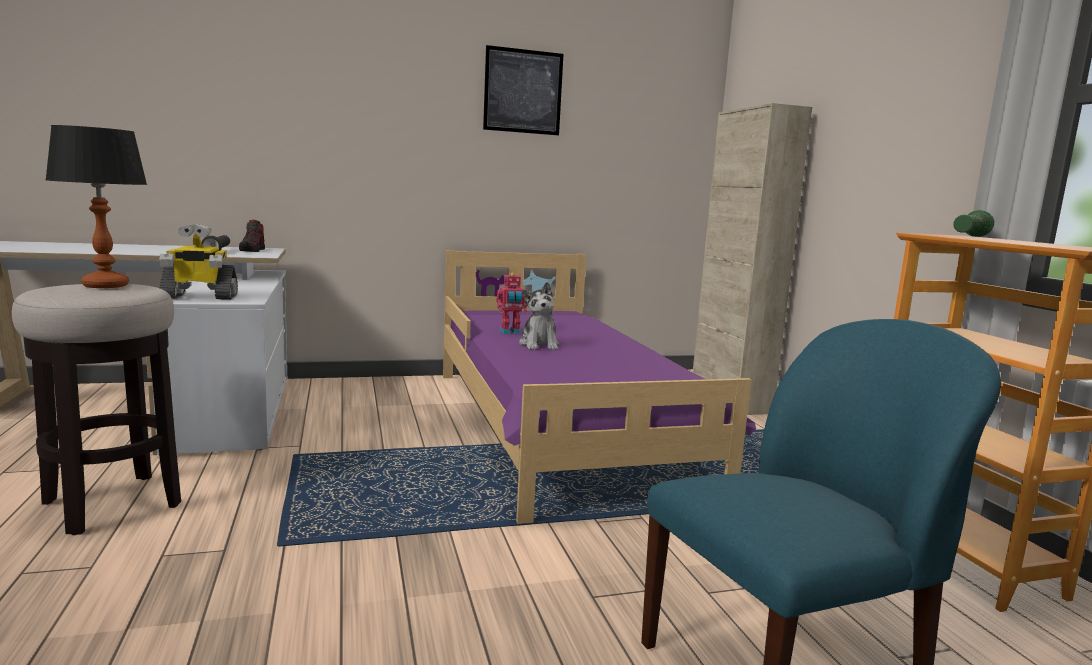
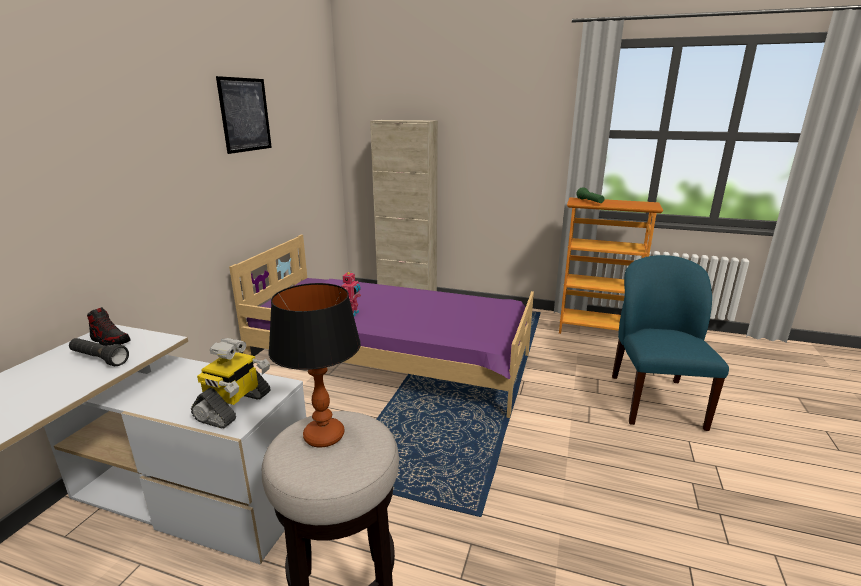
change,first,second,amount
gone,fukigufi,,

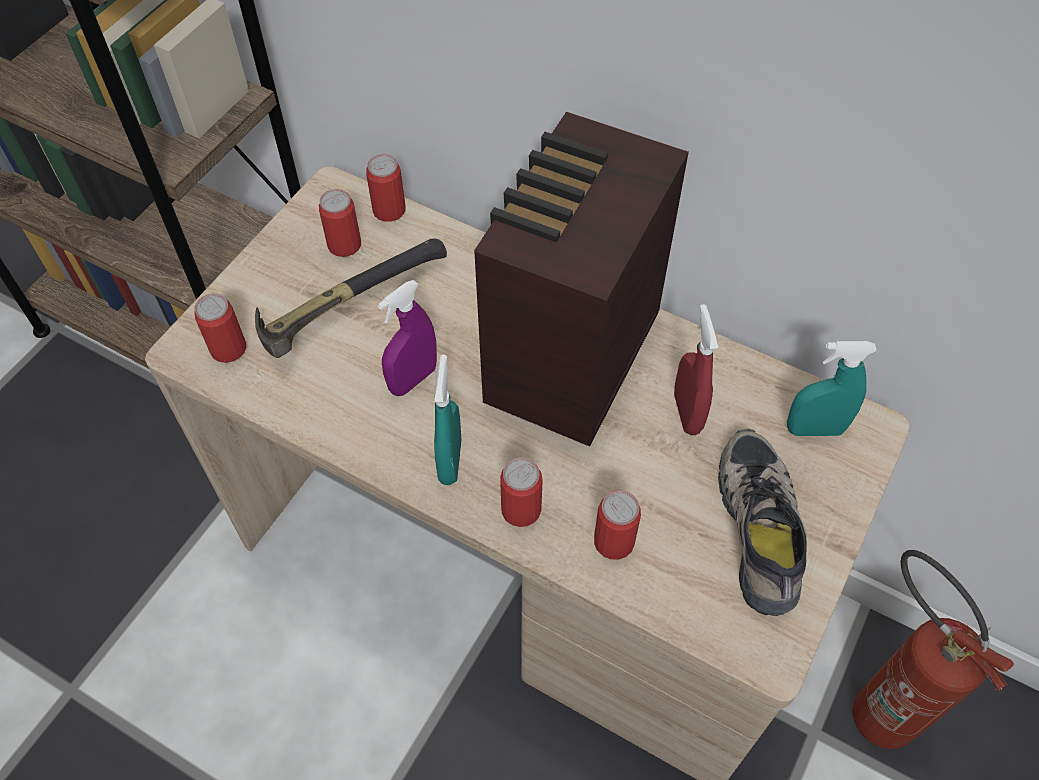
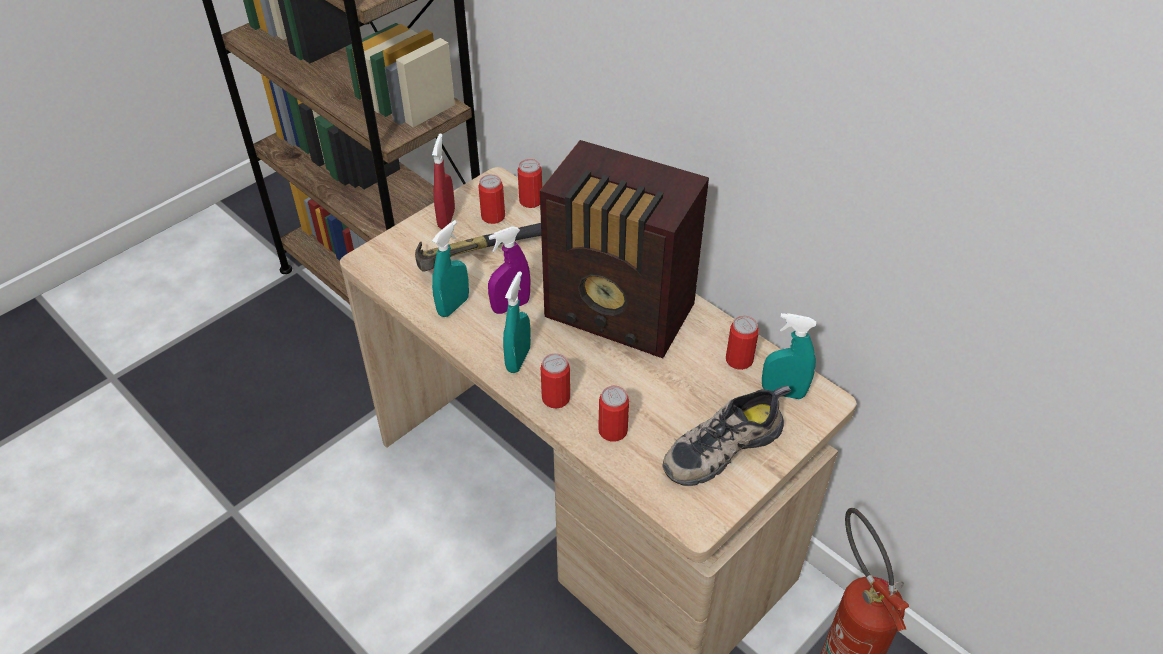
change,first,second,amount
shifted,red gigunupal,,
new,,turquoise gigunupal (no. 1 from left),
rotated,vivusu,,105 degrees counterclockwise
rotated,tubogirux,,135 degrees counterclockwise
shifted,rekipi (no. 1 from left in the first image),rekipi (no. 5 from left),

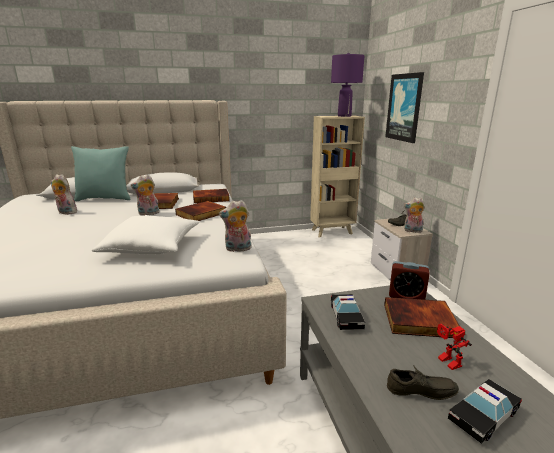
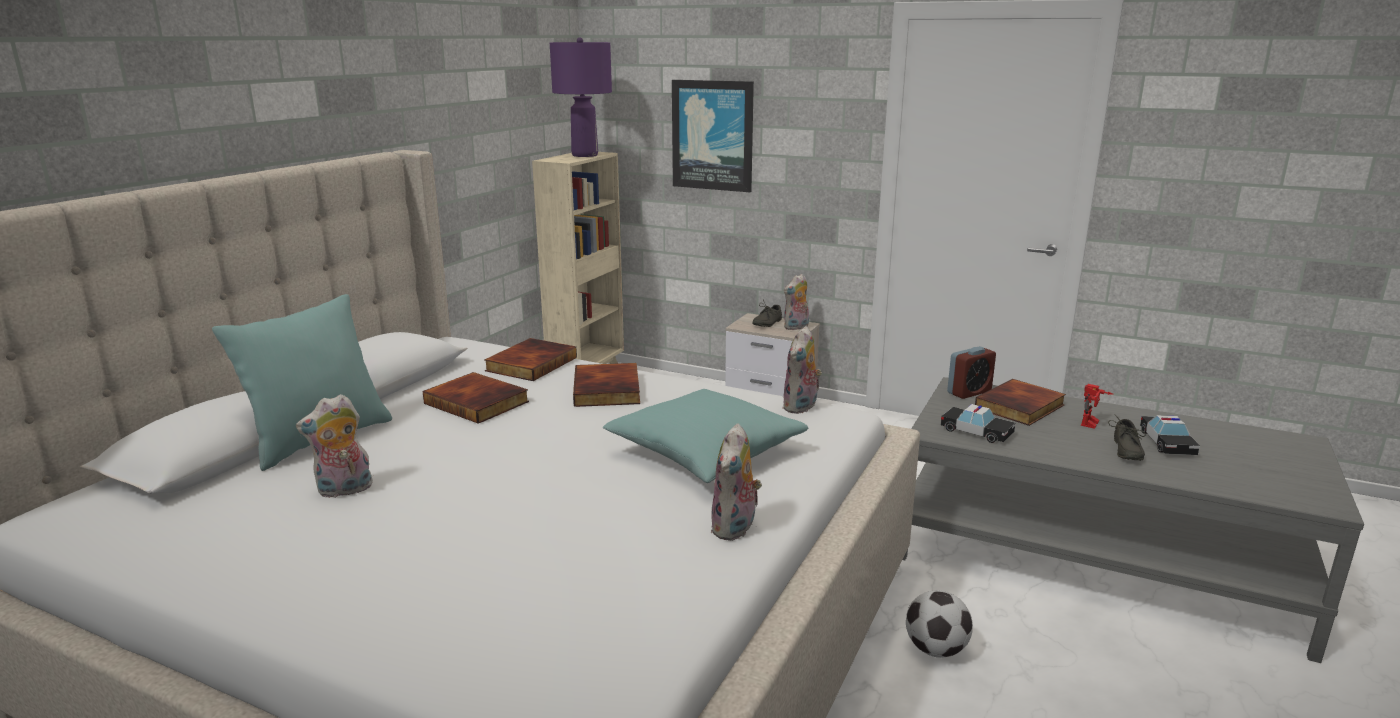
change,first,second,amount
repainted,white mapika,turquoise mapika (no. 2 from left),
shifted,fukigufi (no. 2 from left),,
new,,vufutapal,
rotated,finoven,,75 degrees counterclockwise
rotated,grey tubogirux (no. 2 from left),,150 degrees clockwise

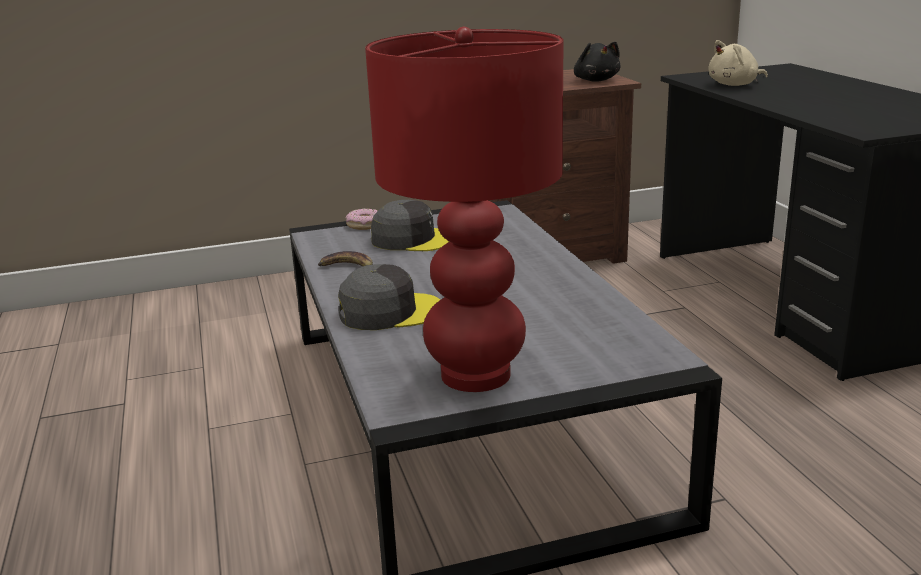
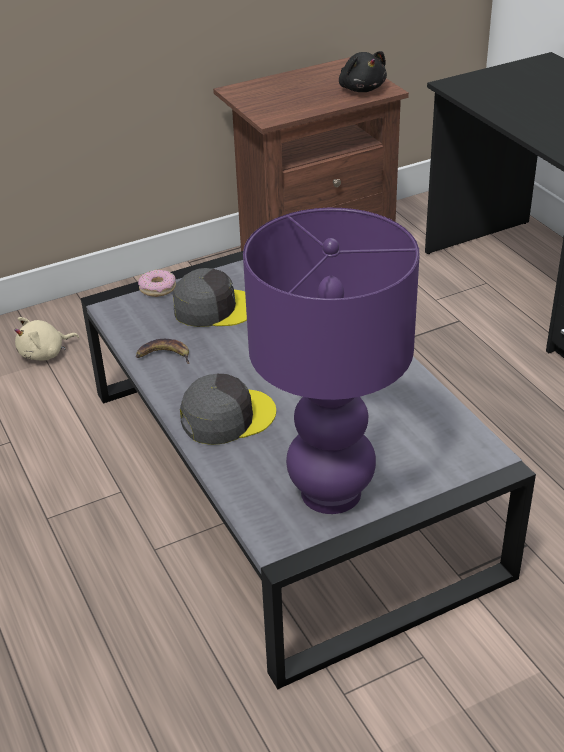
change,first,second,amount
shifted,beige fukigufi,,
repainted,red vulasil,purple vulasil,

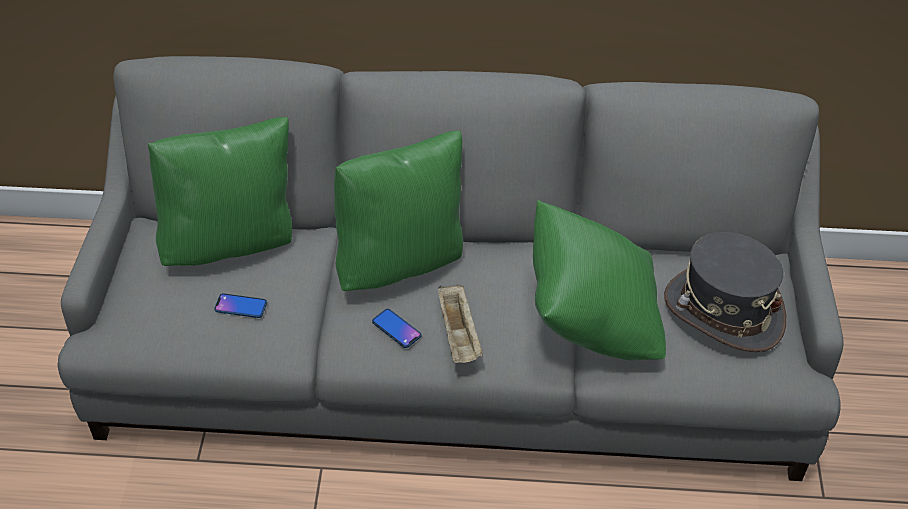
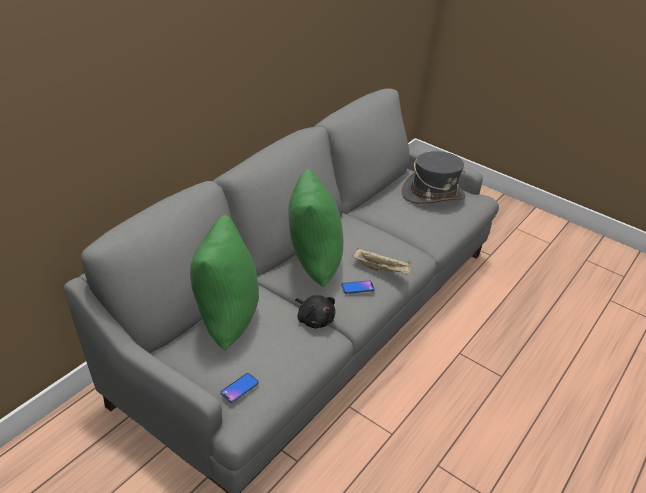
change,first,second,amount
shifted,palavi (no. 1 from left),,
new,,black fukigufi,
gone,green mapika (no. 3 from left),,

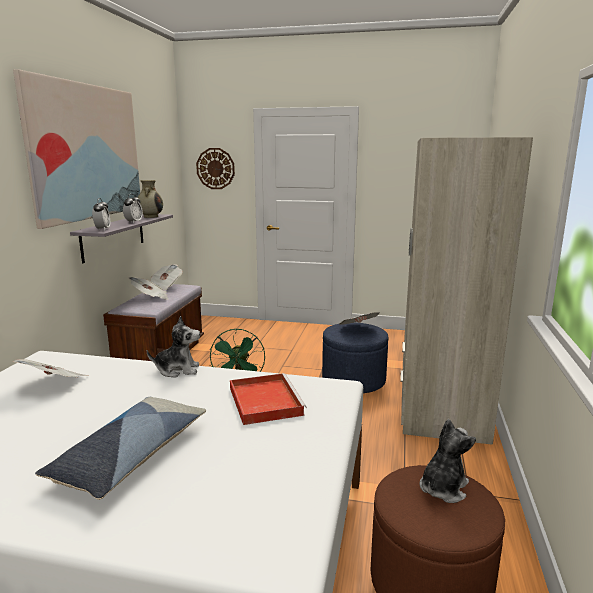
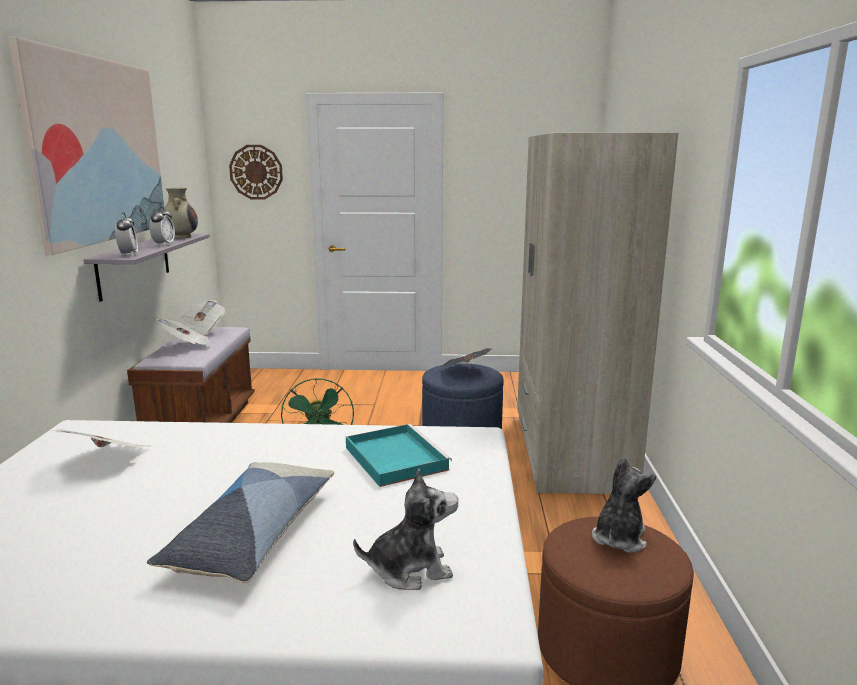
change,first,second,amount
repainted,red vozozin,turquoise vozozin,
shifted,fukigufi (no. 1 from left),,

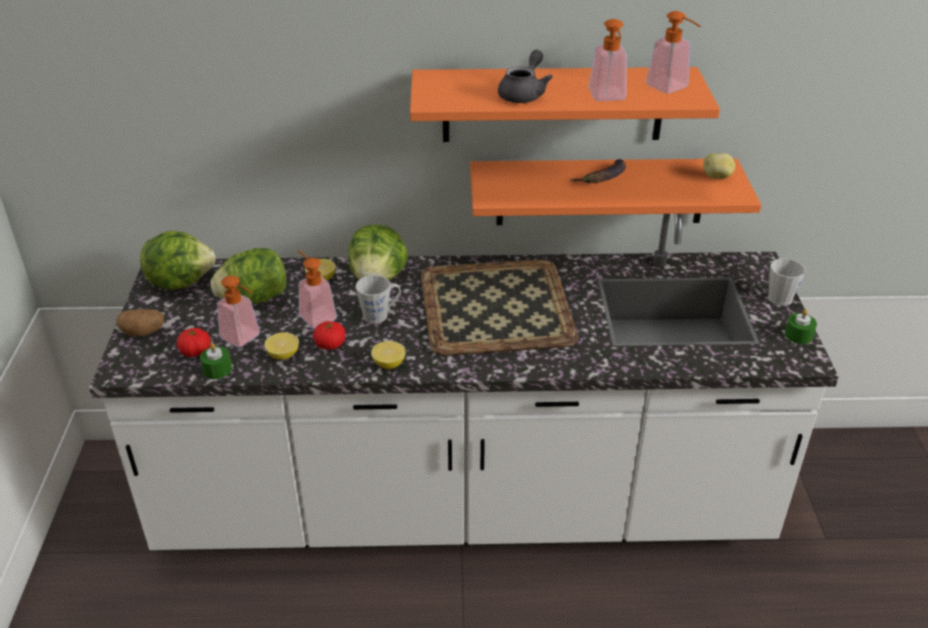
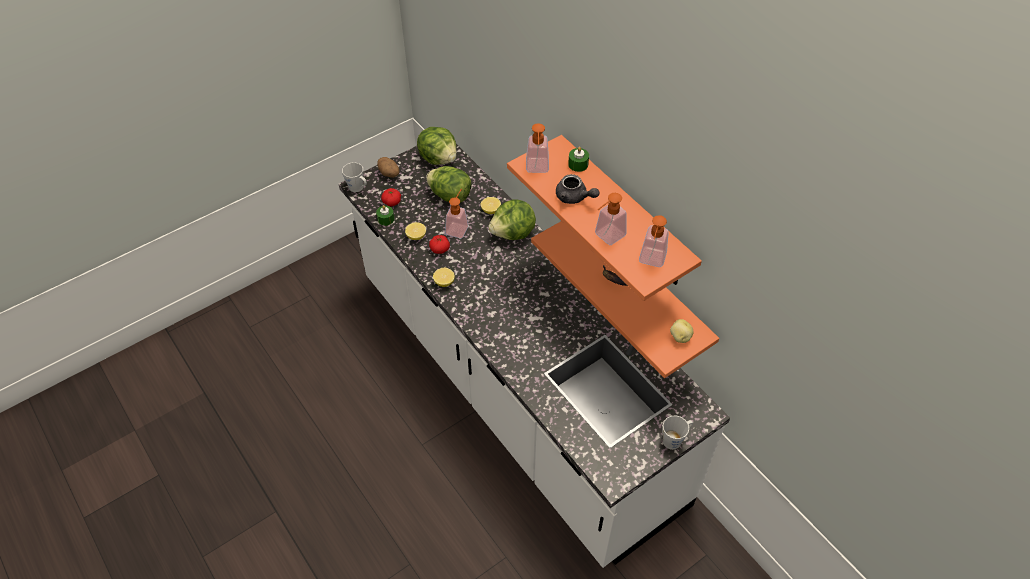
change,first,second,amount
shifted,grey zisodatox (no. 1 from left),,
shifted,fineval (no. 1 from left in the first image),fineval (no. 2 from left),
rotated,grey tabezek,,45 degrees clockwise
shifted,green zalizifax (no. 2 from left),,
gone,vozozin,,

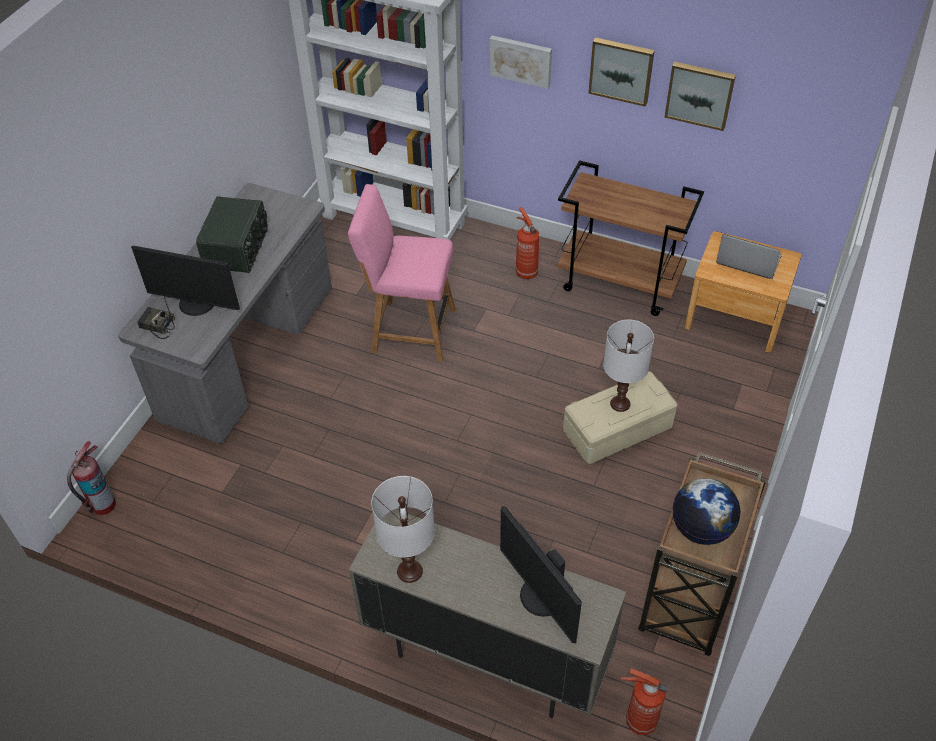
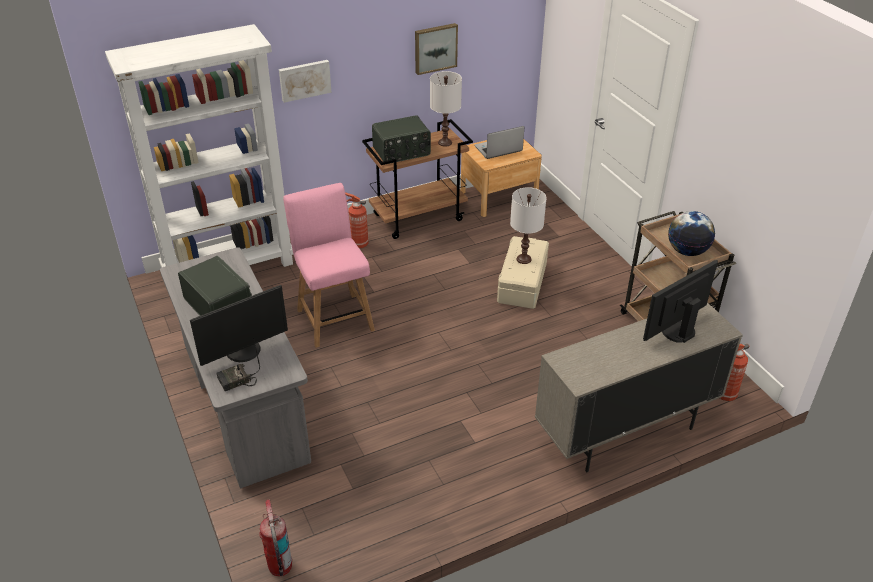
change,first,second,amount
rotated,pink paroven,,105 degrees clockwise
new,,vivusu (no. 3 from left),
shifted,white vulasil (no. 1 from left),,
rotated,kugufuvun (no. 2 from left),,135 degrees clockwise
gone,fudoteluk (no. 2 from left),,

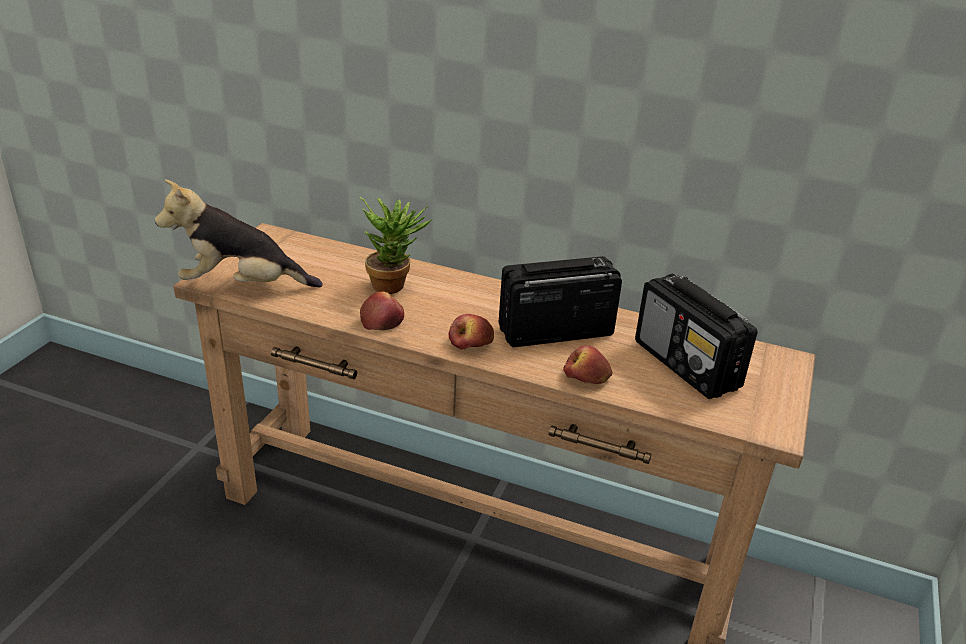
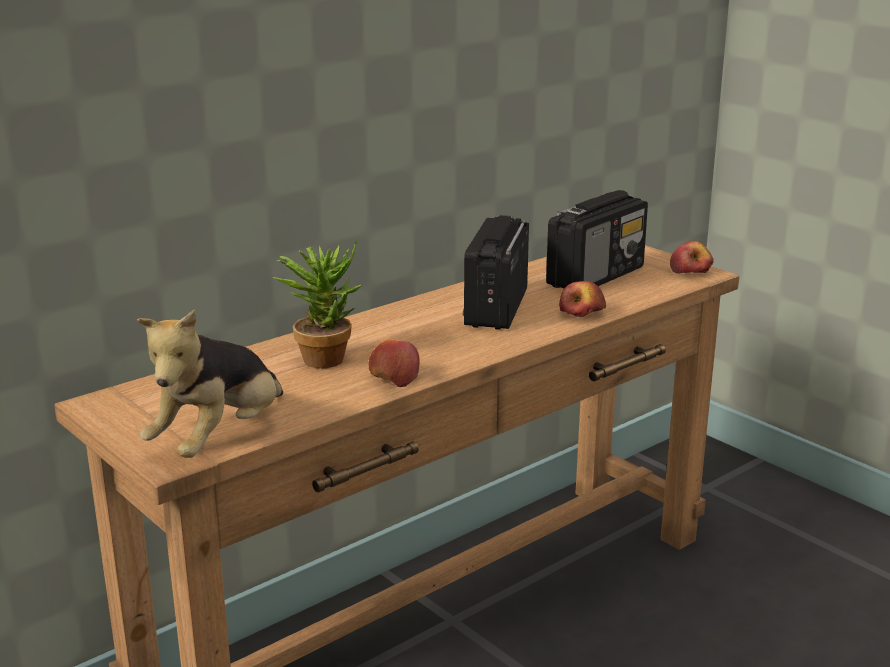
change,first,second,amount
rotated,vivusu (no. 2 from left),,45 degrees counterclockwise
shifted,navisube (no. 2 from left in the first image),navisube (no. 3 from left),

